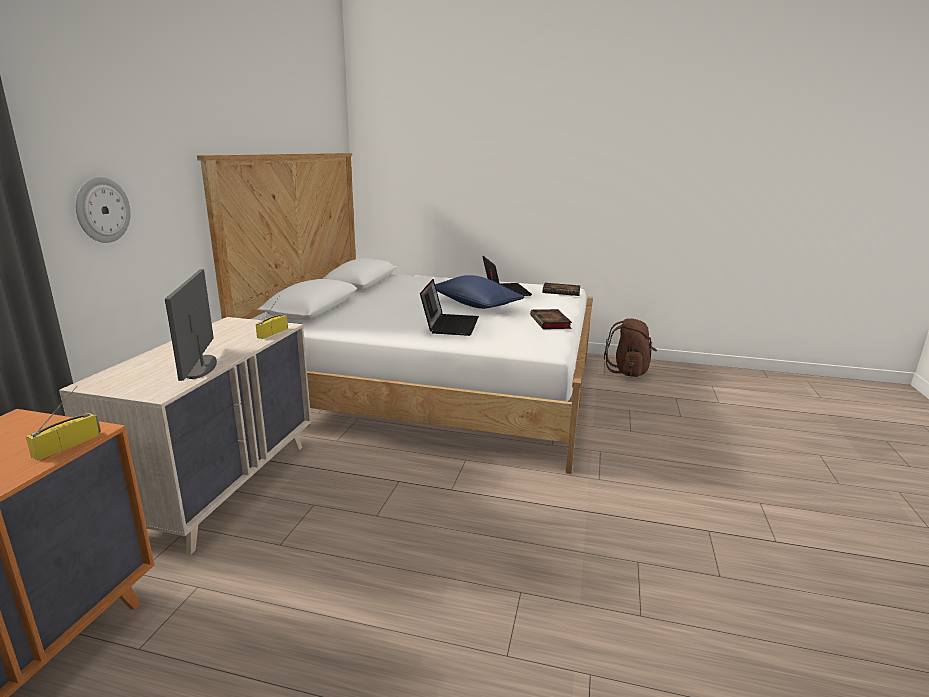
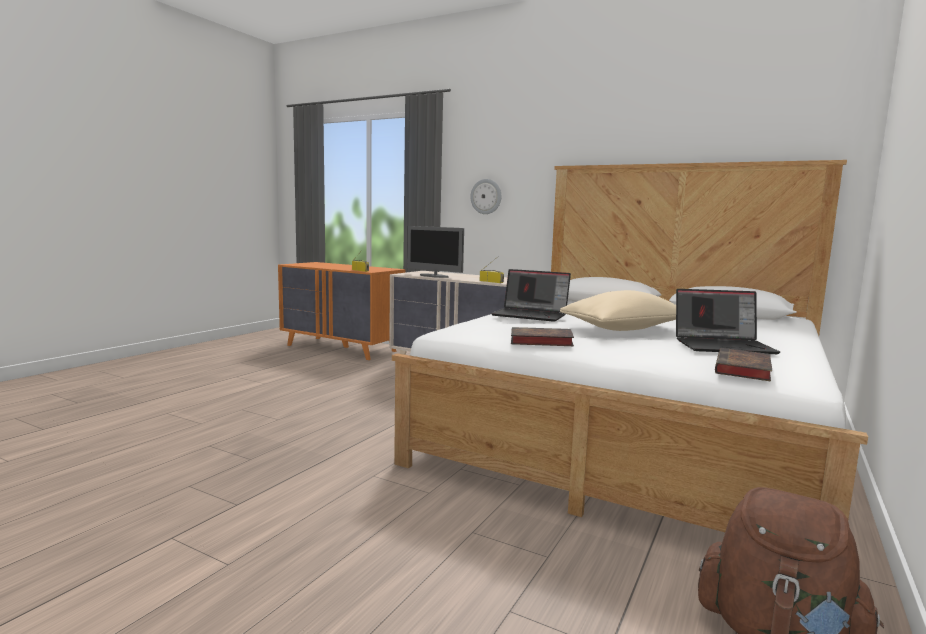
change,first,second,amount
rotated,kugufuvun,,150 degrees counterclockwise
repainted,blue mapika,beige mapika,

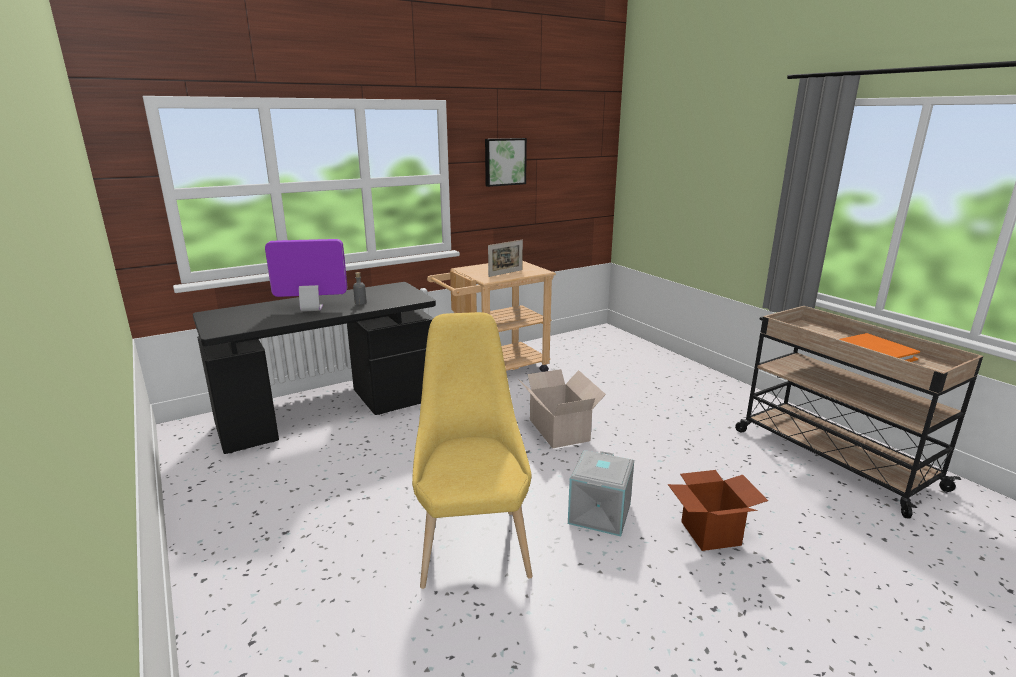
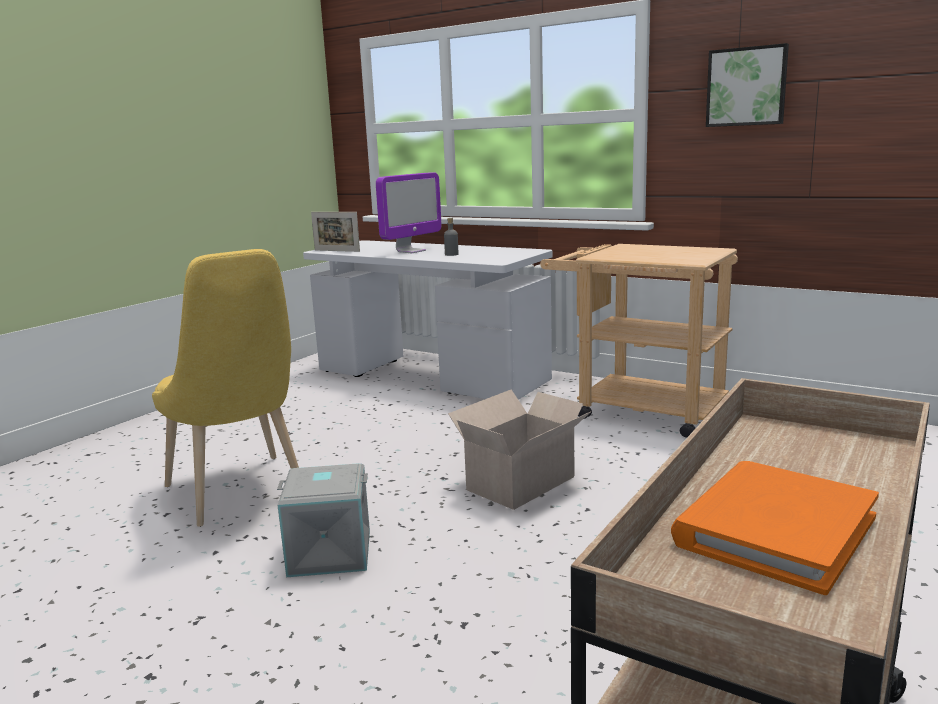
change,first,second,amount
rotated,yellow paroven,,90 degrees clockwise
repainted,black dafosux,white dafosux,
shifted,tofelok,,
rotated,kugufuvun,,75 degrees clockwise
gone,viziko (no. 2 from left),,

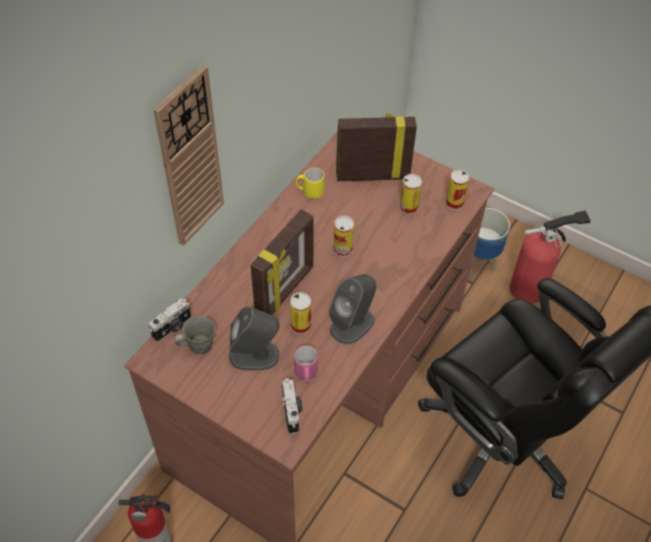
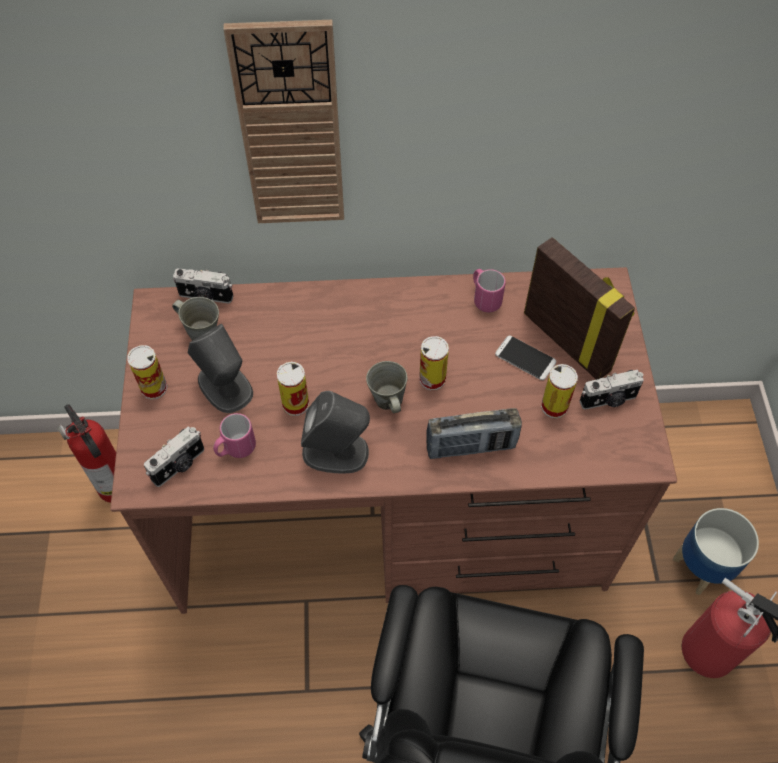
change,first,second,amount
shifted,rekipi (no. 4 from left in the first image),rekipi (no. 1 from left),
new,,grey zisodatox (no. 2 from left),
new,,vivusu,
repainted,yellow zisodatox,pink zisodatox (no. 2 from left),
new,,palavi,
new,,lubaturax (no. 3 from left),
gone,tofelok (no. 1 from left),,

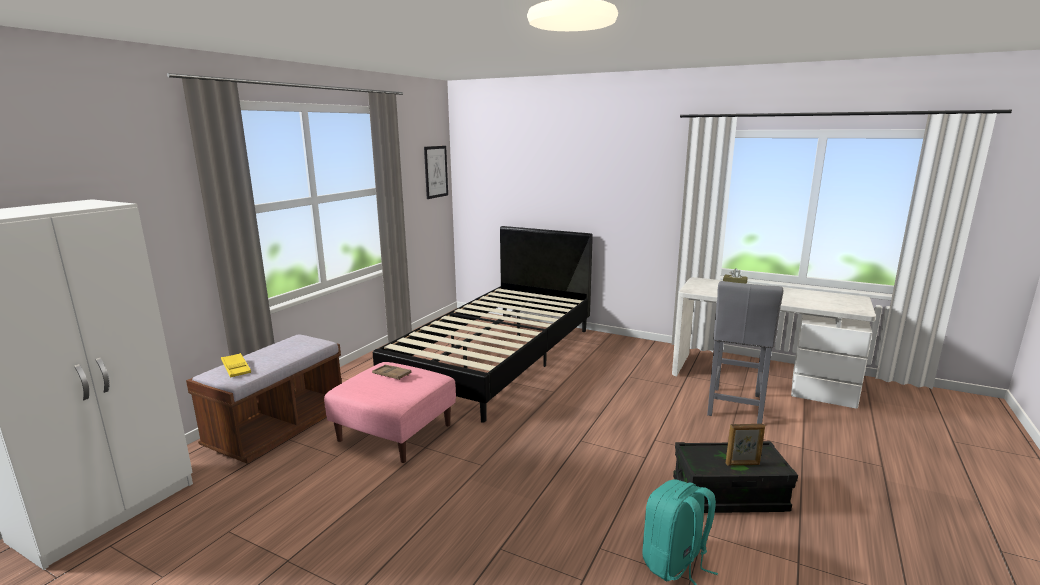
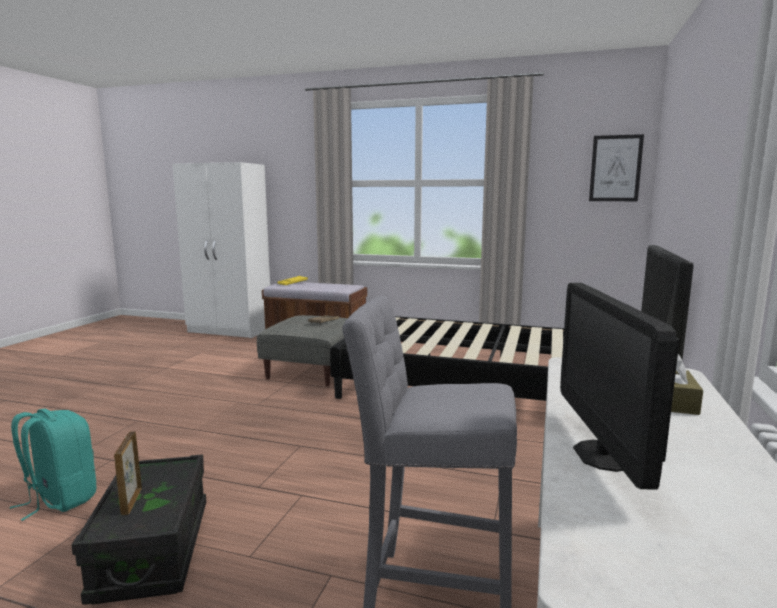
change,first,second,amount
repainted,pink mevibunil,grey mevibunil,
new,,kugufuvun,

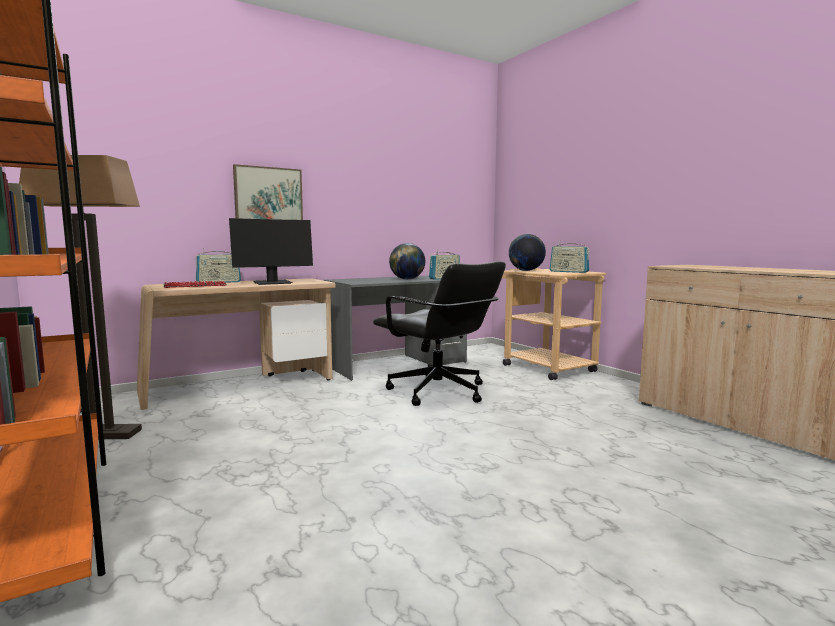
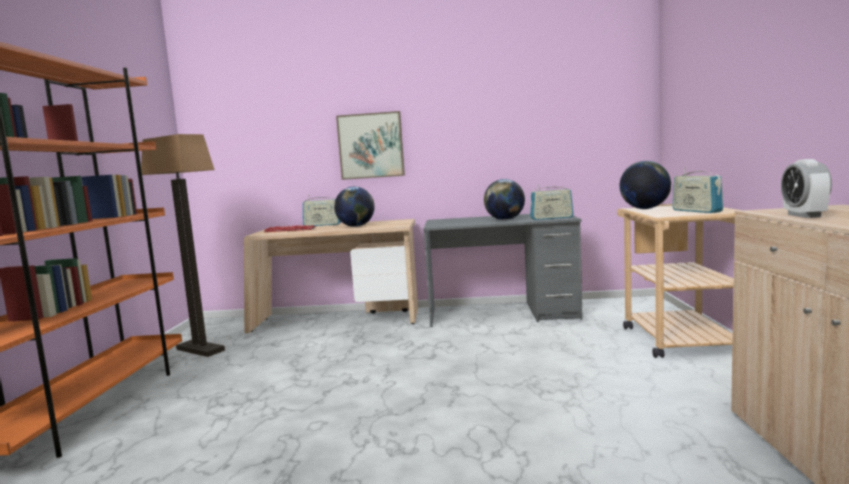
change,first,second,amount
swapped,kugufuvun,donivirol (no. 1 from left),
new,,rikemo,
gone,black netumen,,

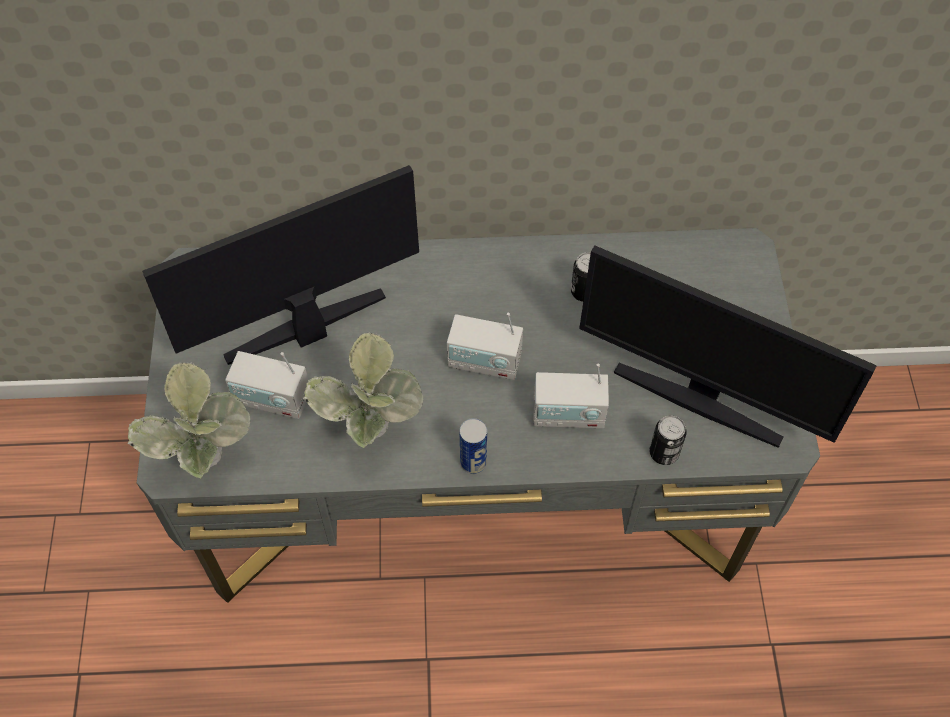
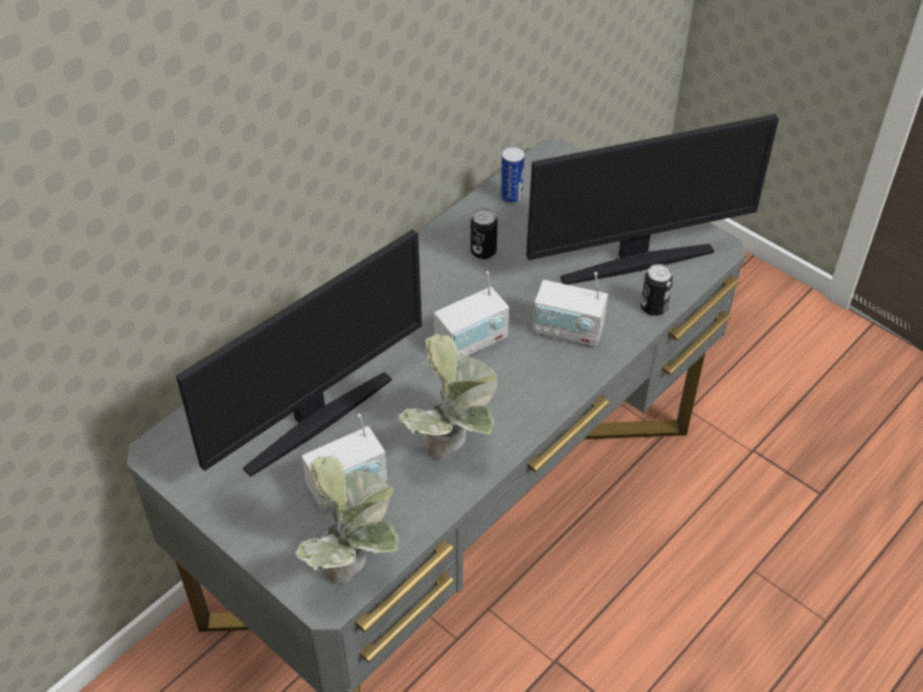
change,first,second,amount
rotated,kugufuvun (no. 1 from left),,150 degrees counterclockwise
shifted,rekipi (no. 1 from left in the first image),rekipi (no. 2 from left),
rotated,vivusu (no. 3 from left),,60 degrees clockwise

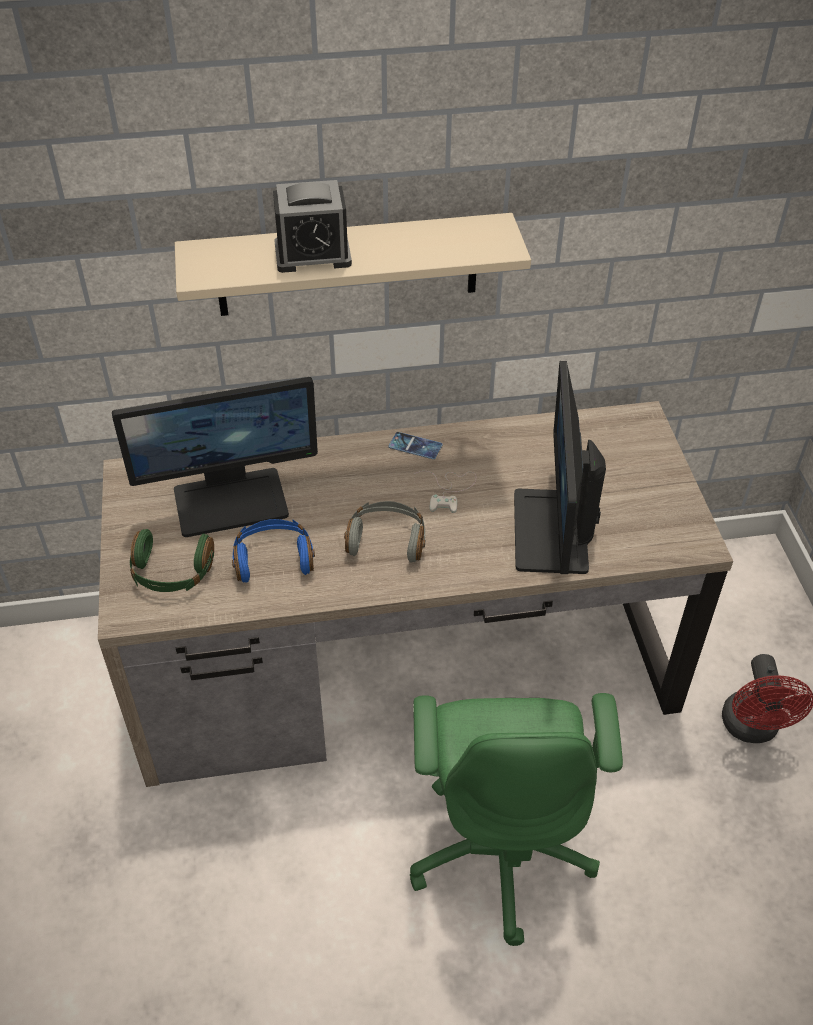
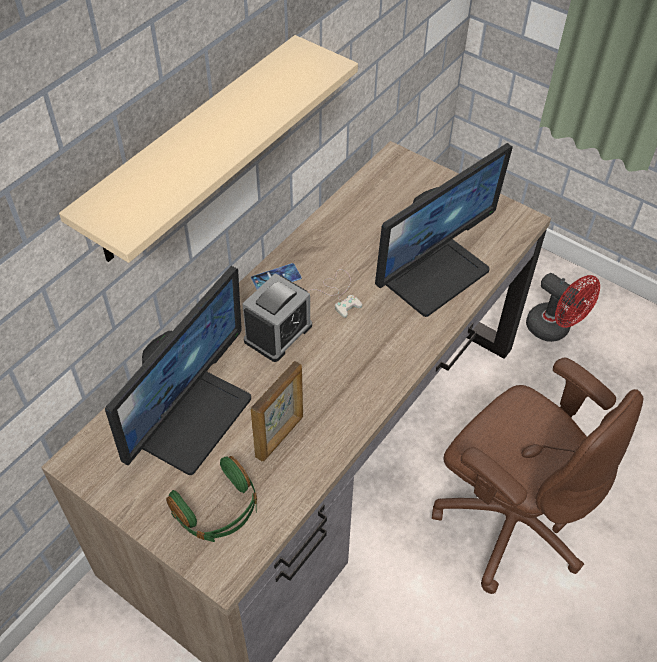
change,first,second,amount
shifted,rikemo,,
swapped,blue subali,tofelok,
rotated,kugufuvun (no. 2 from left),,90 degrees counterclockwise
repainted,green netumen,brown netumen,
gone,grey subali,,

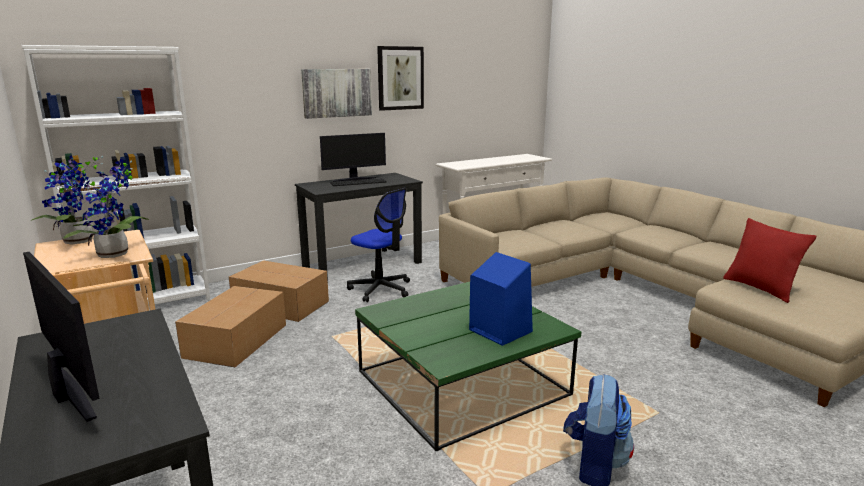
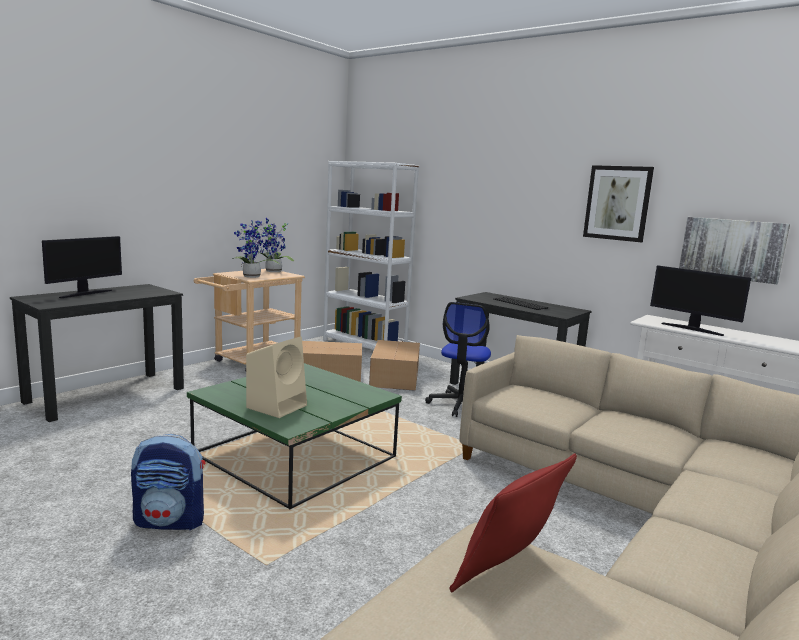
change,first,second,amount
repainted,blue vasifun,beige vasifun,
shifted,kugufuvun (no. 2 from left),,
shifted,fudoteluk (no. 1 from left in the first image),fudoteluk (no. 2 from left),

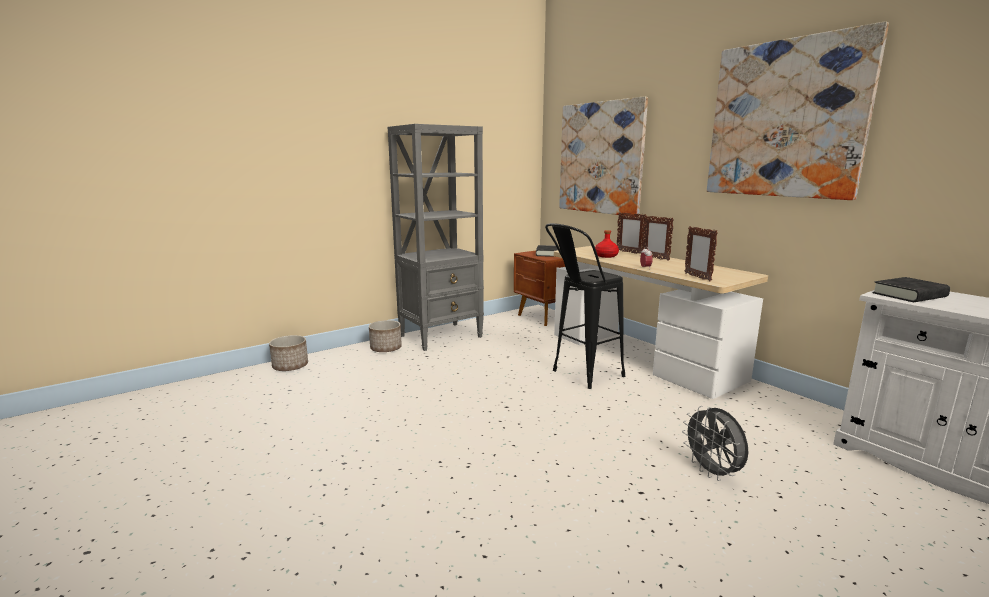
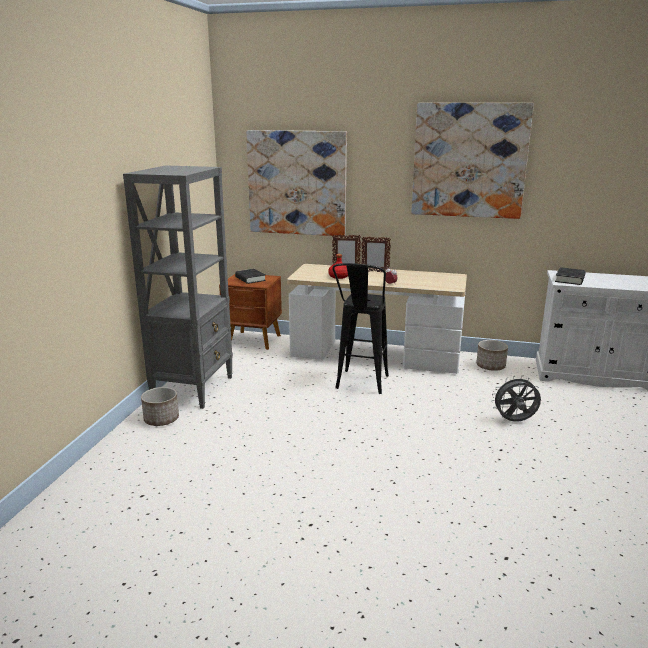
change,first,second,amount
shifted,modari (no. 1 from left in the first image),modari (no. 2 from left),
rotated,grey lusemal,,150 degrees clockwise
gone,tofelok (no. 3 from left),,

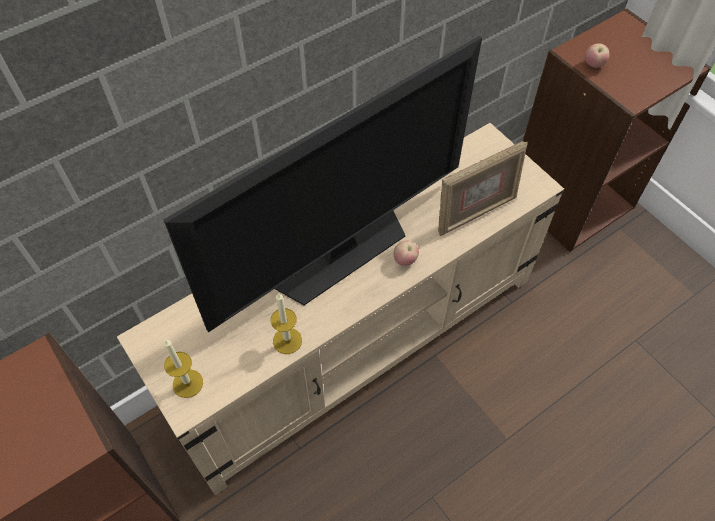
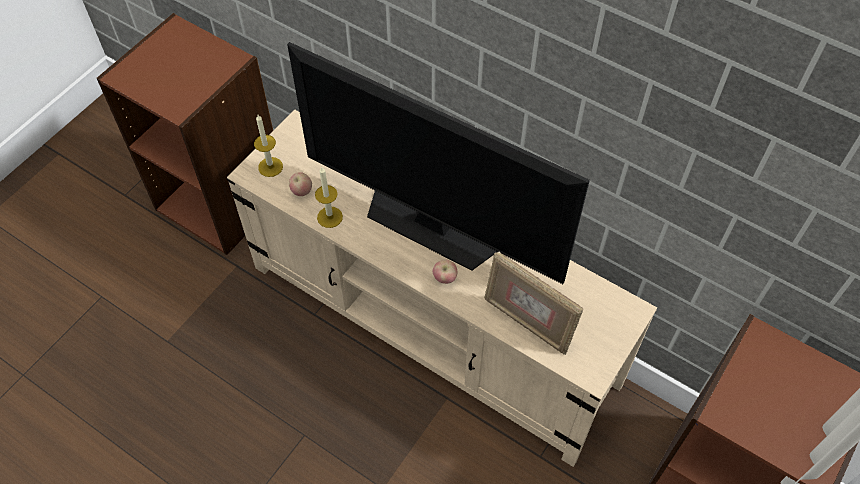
change,first,second,amount
shifted,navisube (no. 2 from left in the first image),navisube (no. 1 from left),

